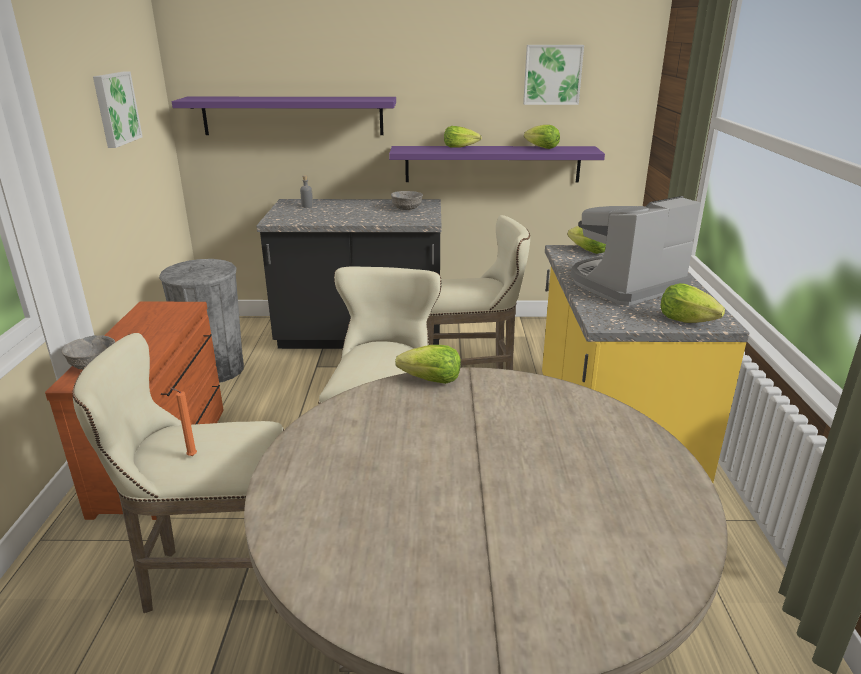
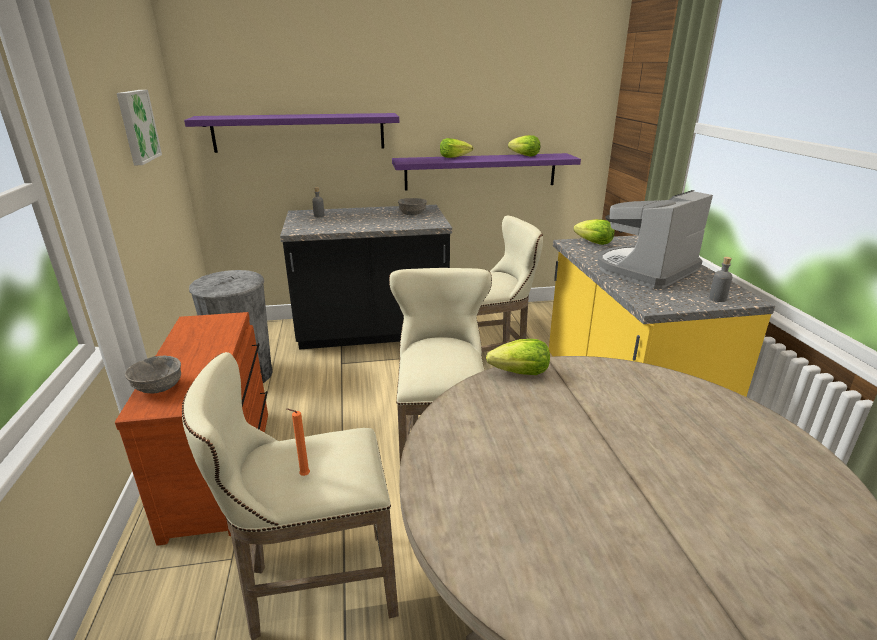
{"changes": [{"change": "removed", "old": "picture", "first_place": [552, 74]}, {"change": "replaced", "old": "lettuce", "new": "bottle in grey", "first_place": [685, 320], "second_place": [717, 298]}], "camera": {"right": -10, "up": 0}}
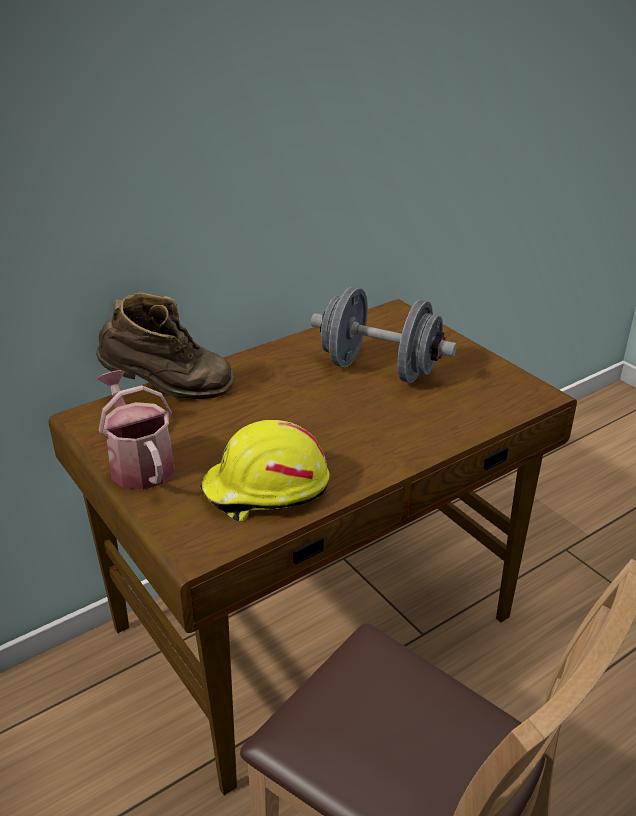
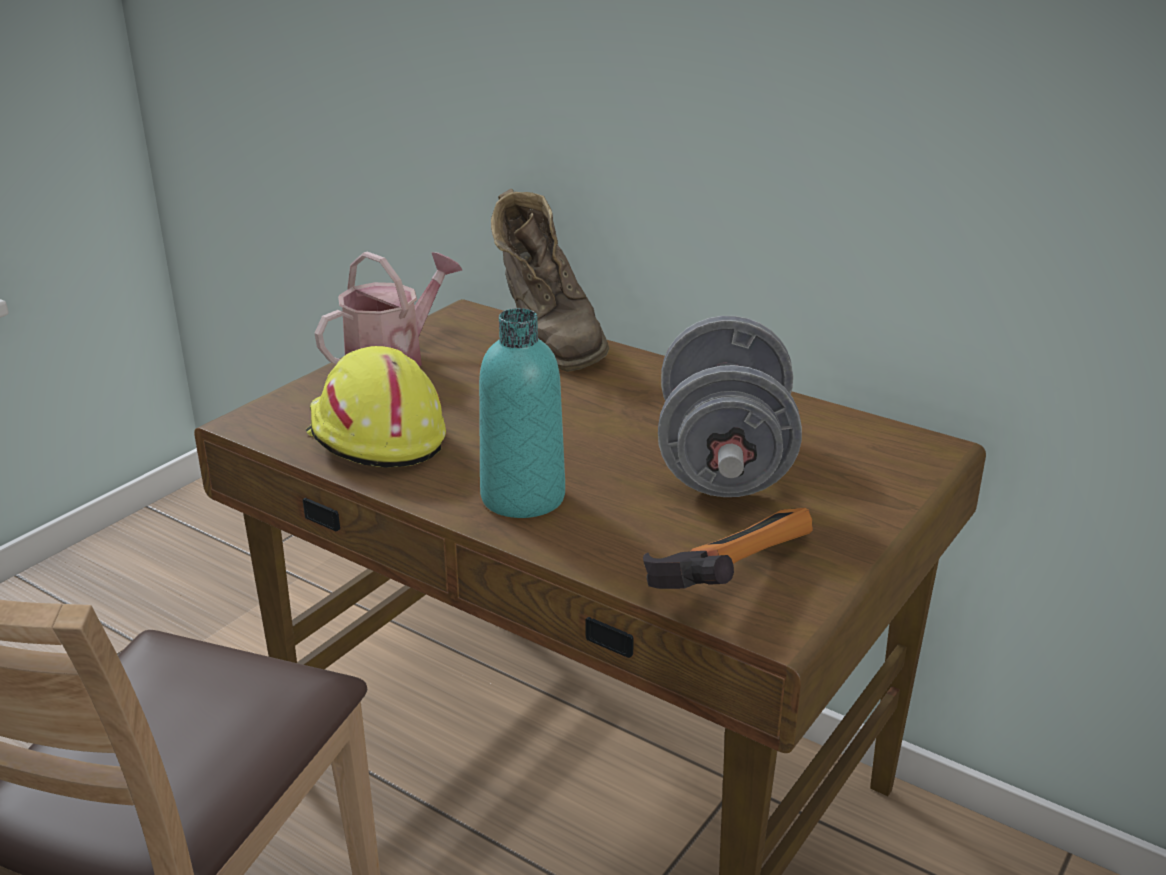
{"changes": [{"change": "added", "new": "bottle in turquoise", "second_place": [523, 497]}, {"change": "added", "new": "hammer", "second_place": [723, 577]}], "camera": {"right": 70, "up": -5}}
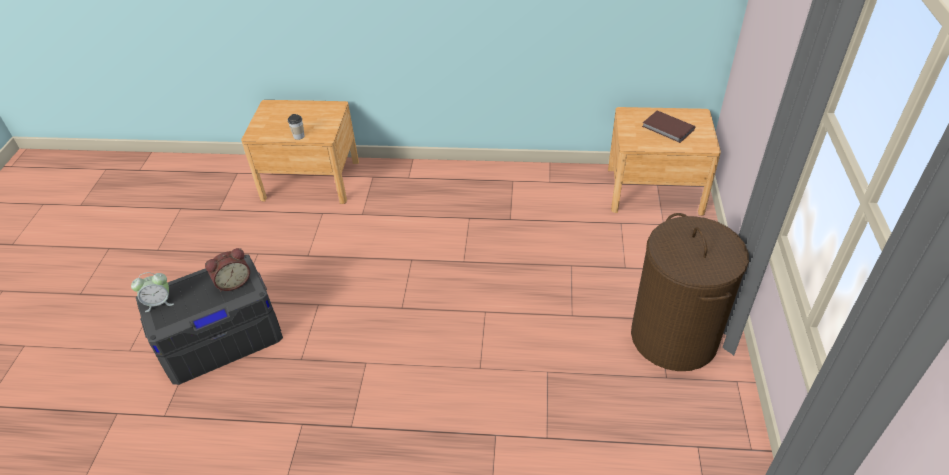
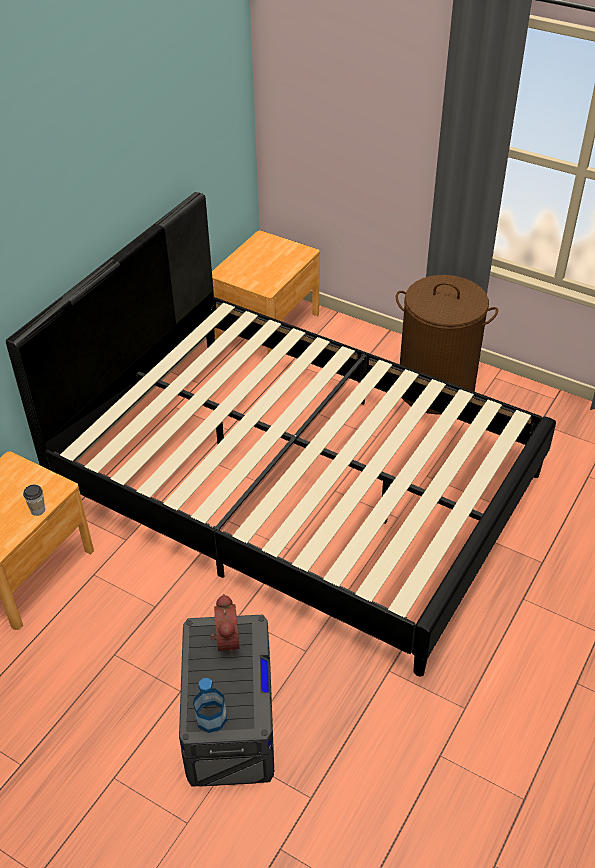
{"changes": [{"change": "replaced", "old": "alarm clock", "new": "bottle", "first_place": [159, 302], "second_place": [211, 718]}, {"change": "removed", "old": "book in brown", "first_place": [668, 129]}, {"change": "added", "new": "bed in black", "second_place": [298, 483]}], "camera": {"right": -65, "up": 0}}
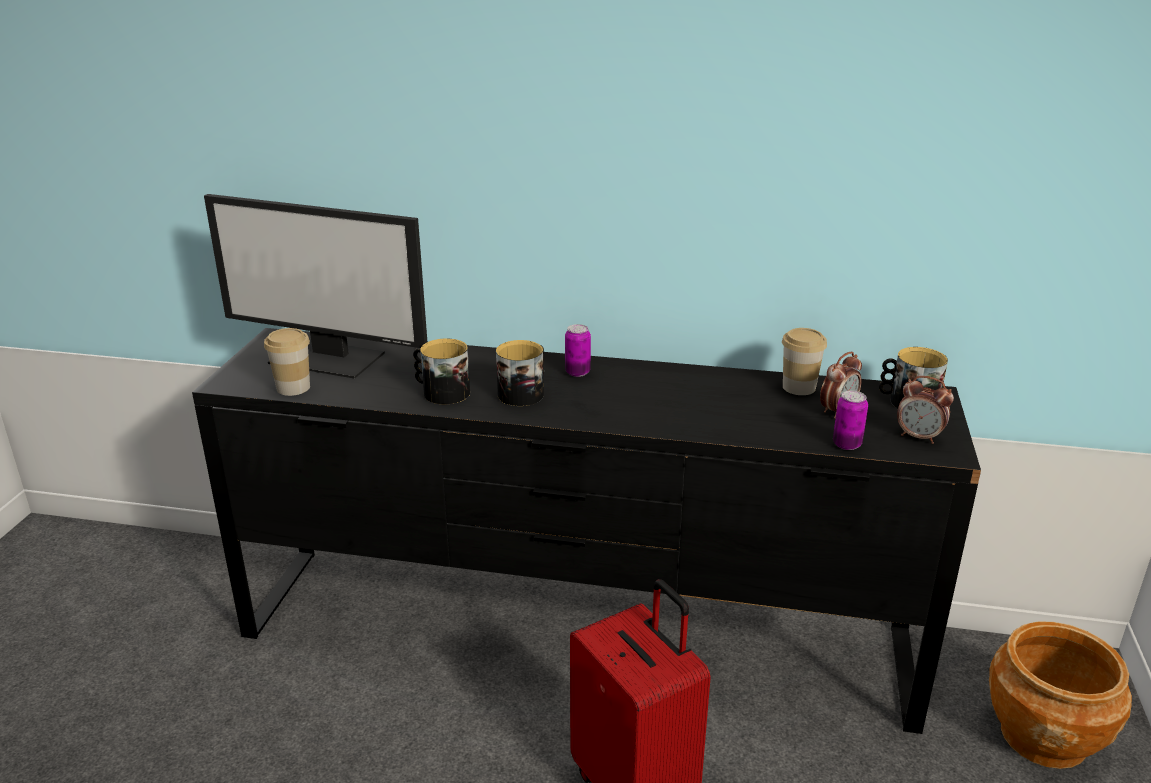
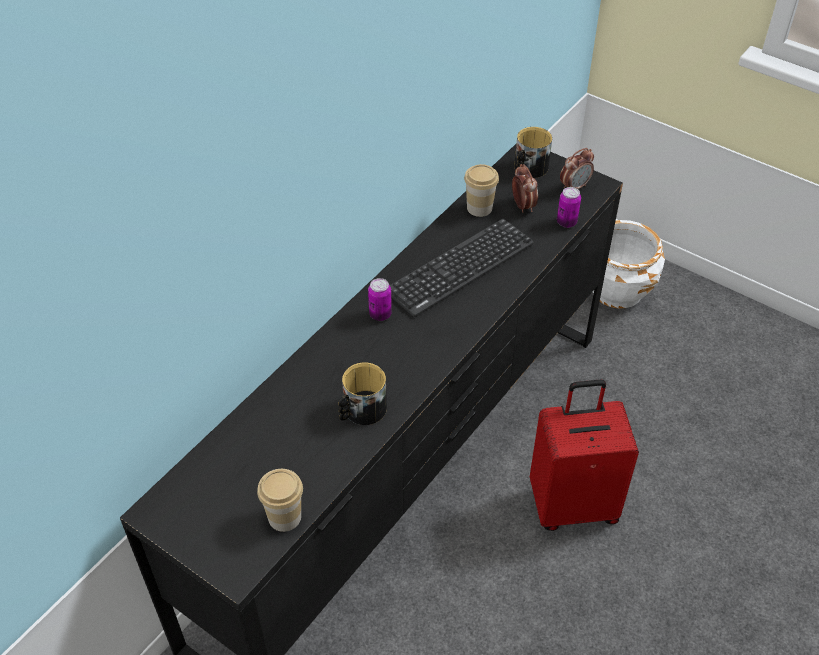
{"changes": [{"change": "removed", "old": "monitor", "first_place": [329, 357]}, {"change": "removed", "old": "mug", "first_place": [524, 392]}, {"change": "recoloured", "old": "planter in brown", "new": "planter in white", "first_place": [1042, 736], "second_place": [617, 290]}, {"change": "added", "new": "keyboard", "second_place": [460, 267]}], "camera": {"right": -65, "up": 20}}
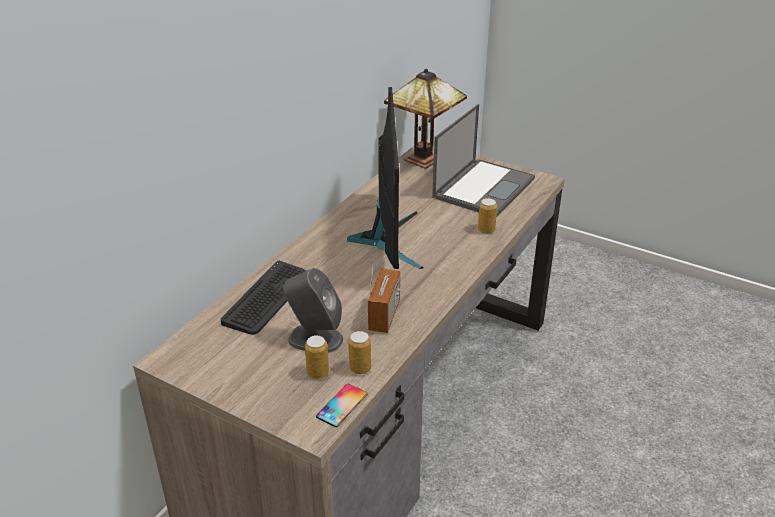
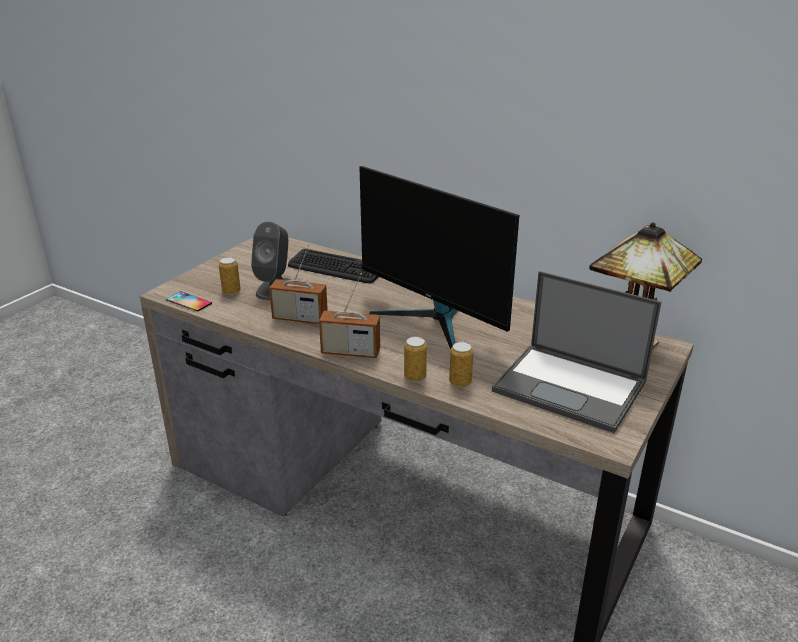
{"changes": [{"change": "turned", "old": "monitor", "first_place": [388, 239], "second_place": [433, 320], "degrees": 45}, {"change": "moved", "old": "can", "first_place": [360, 368], "second_place": [415, 377]}, {"change": "added", "new": "radio", "second_place": [350, 352]}], "camera": {"right": 90, "up": -5}}
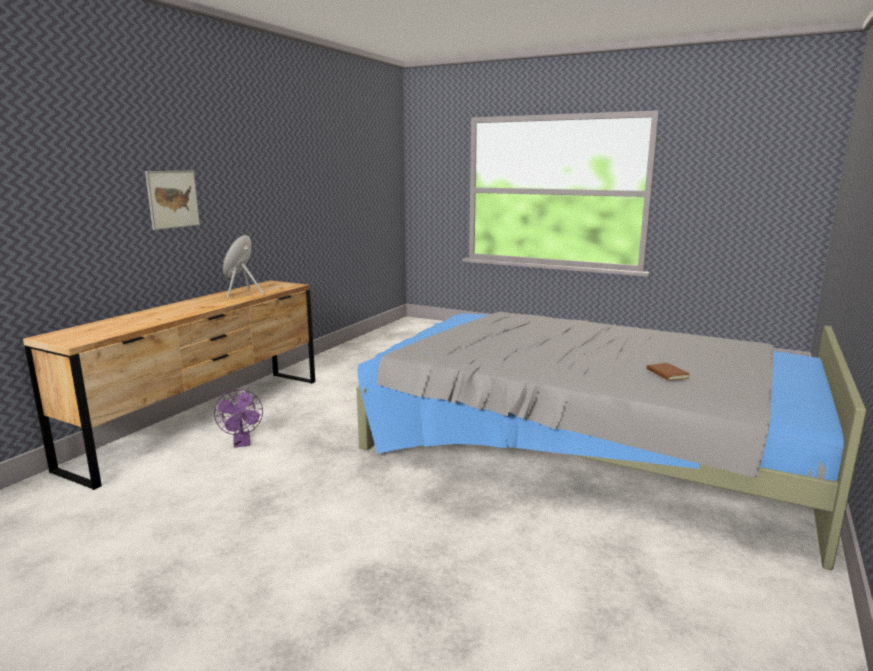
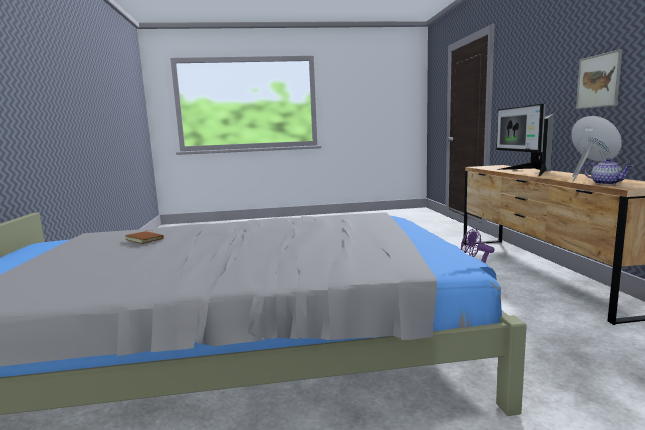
{"changes": [{"change": "added", "new": "monitor", "second_place": [526, 172]}, {"change": "added", "new": "teapot", "second_place": [606, 183]}], "camera": {"right": 145, "up": -5}}
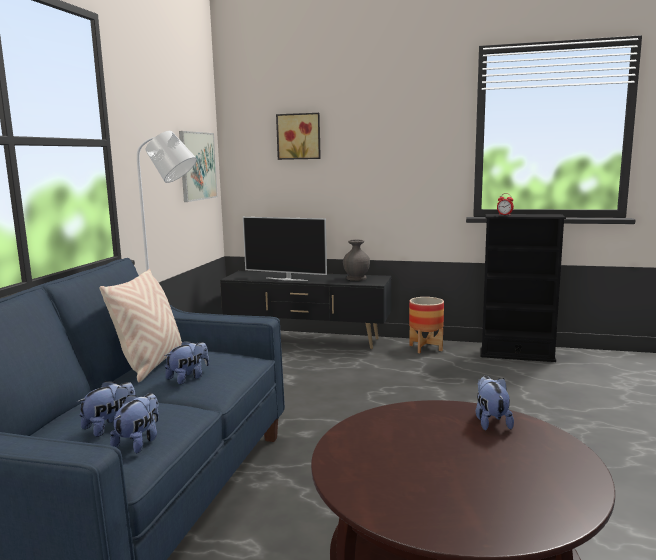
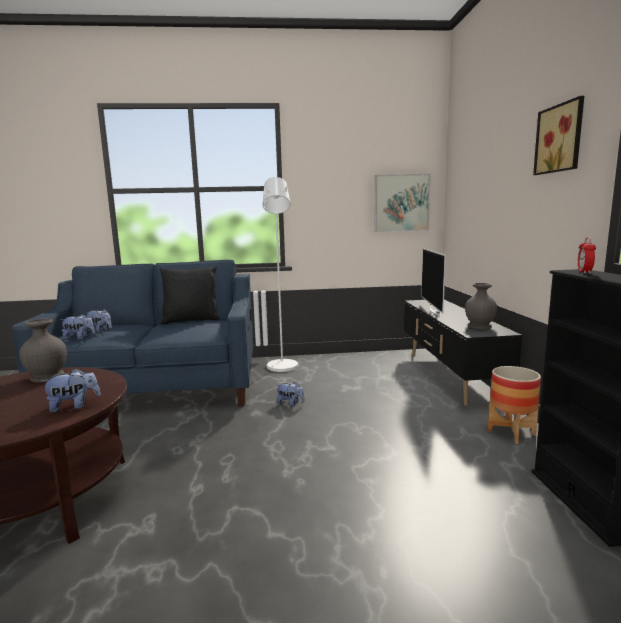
{"changes": [{"change": "recoloured", "old": "pillow in beige", "new": "pillow in black", "first_place": [151, 364], "second_place": [191, 321]}, {"change": "moved", "old": "plush toy", "first_place": [188, 378], "second_place": [290, 404]}, {"change": "moved", "old": "picture", "first_place": [299, 136], "second_place": [561, 138]}, {"change": "added", "new": "vase in grey", "second_place": [46, 377]}], "camera": {"right": 70, "up": 0}}
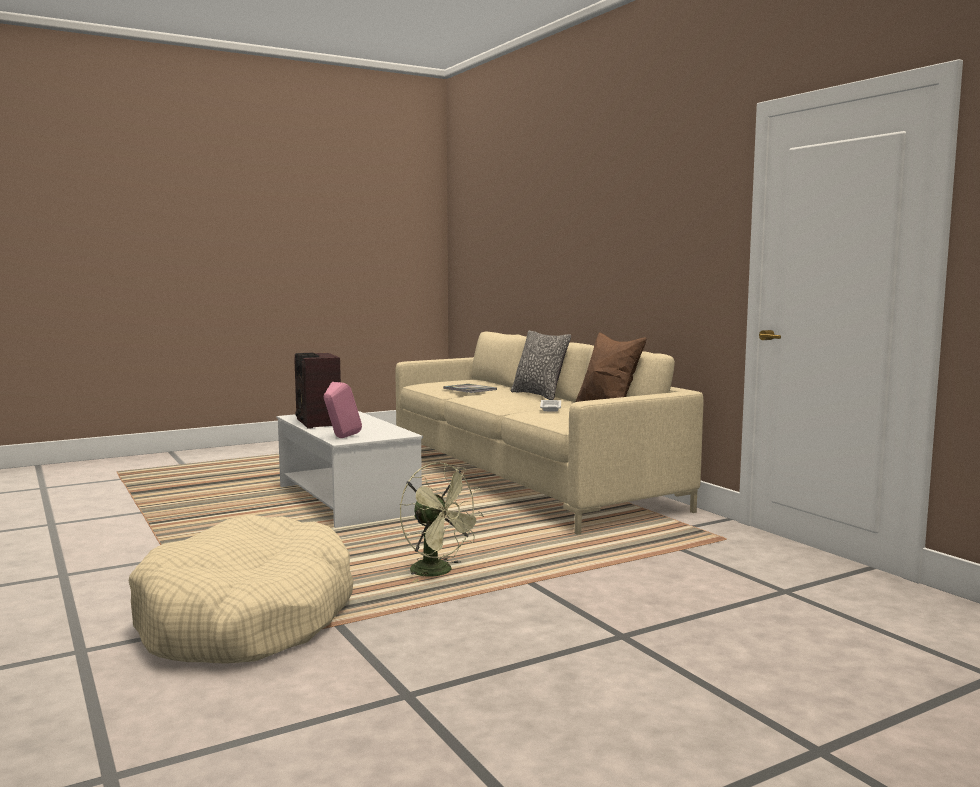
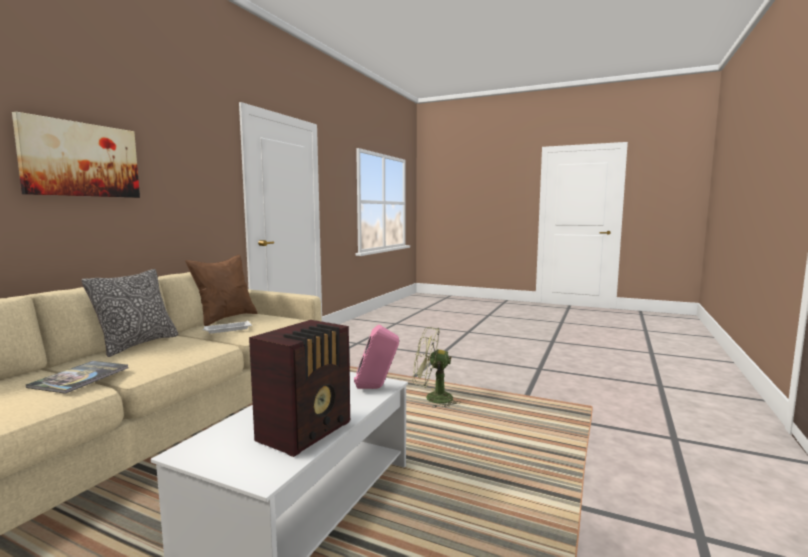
{"changes": [{"change": "removed", "old": "dog bed in beige", "first_place": [246, 619]}, {"change": "turned", "old": "fan in green", "first_place": [439, 572], "second_place": [432, 398], "degrees": -90}, {"change": "added", "new": "picture", "second_place": [81, 160]}], "camera": {"right": -125, "up": 0}}
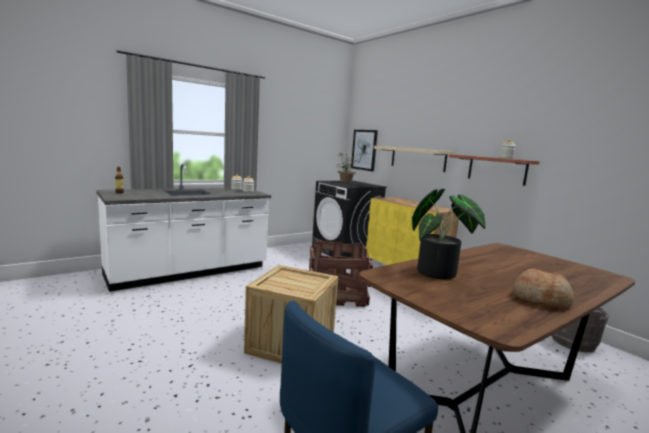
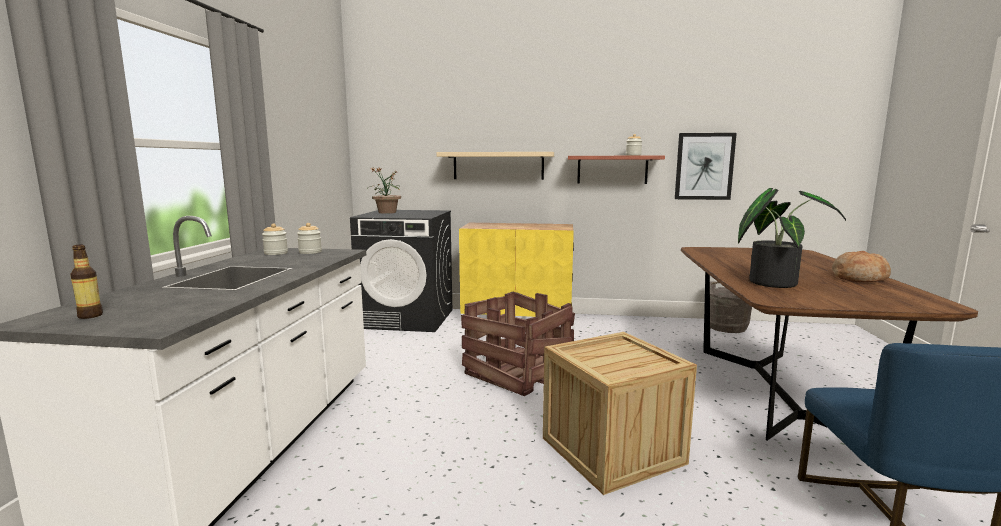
{"changes": [{"change": "moved", "old": "picture", "first_place": [364, 150], "second_place": [704, 166]}], "camera": {"right": -45, "up": 0}}
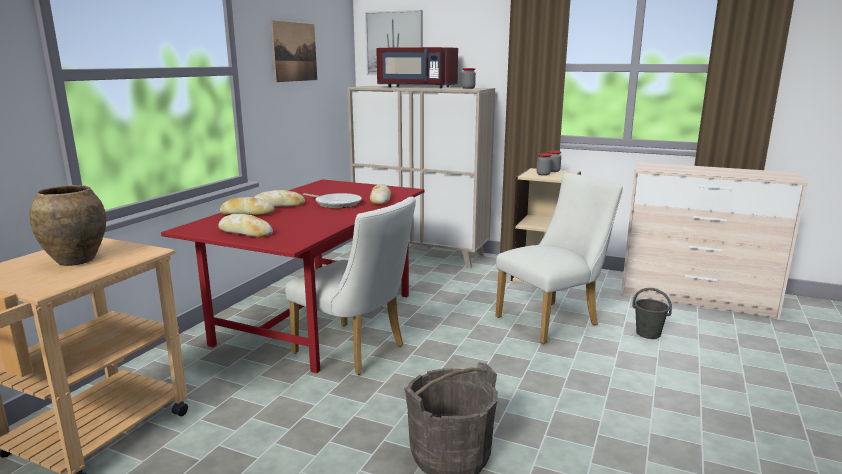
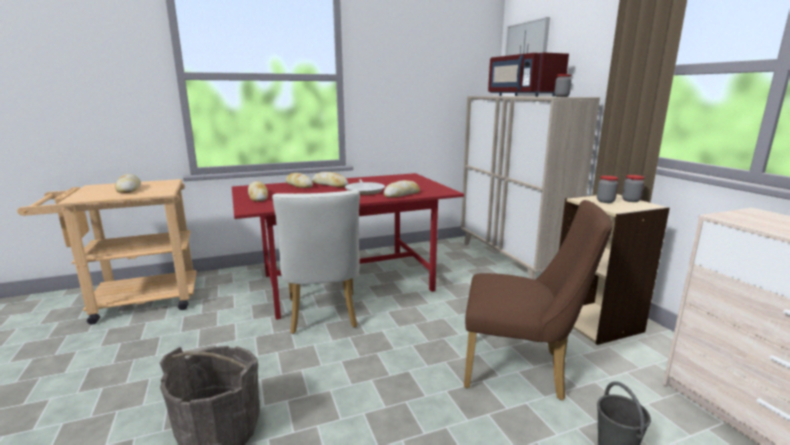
{"changes": [{"change": "replaced", "old": "vase in brown", "new": "bread", "first_place": [75, 261], "second_place": [129, 189]}, {"change": "removed", "old": "picture", "first_place": [295, 52]}, {"change": "recoloured", "old": "chair in white", "new": "chair in brown", "first_place": [553, 320], "second_place": [522, 370]}], "camera": {"right": 45, "up": 0}}
